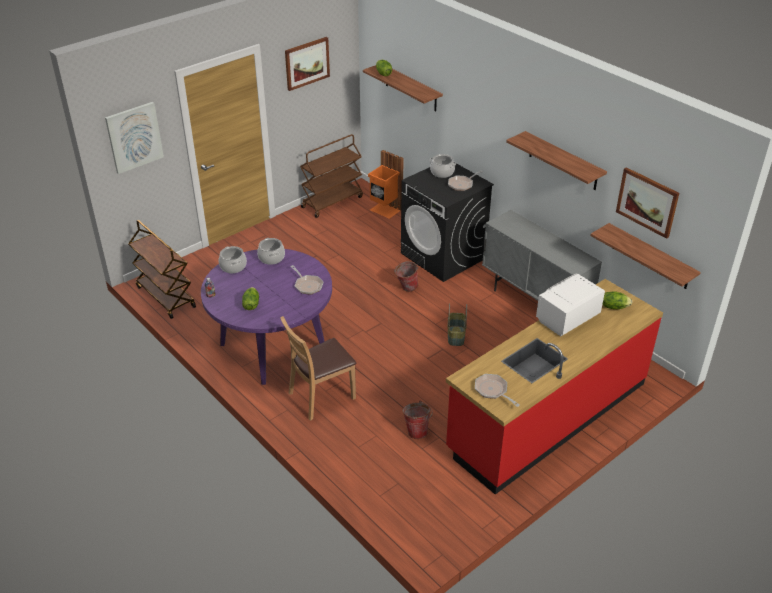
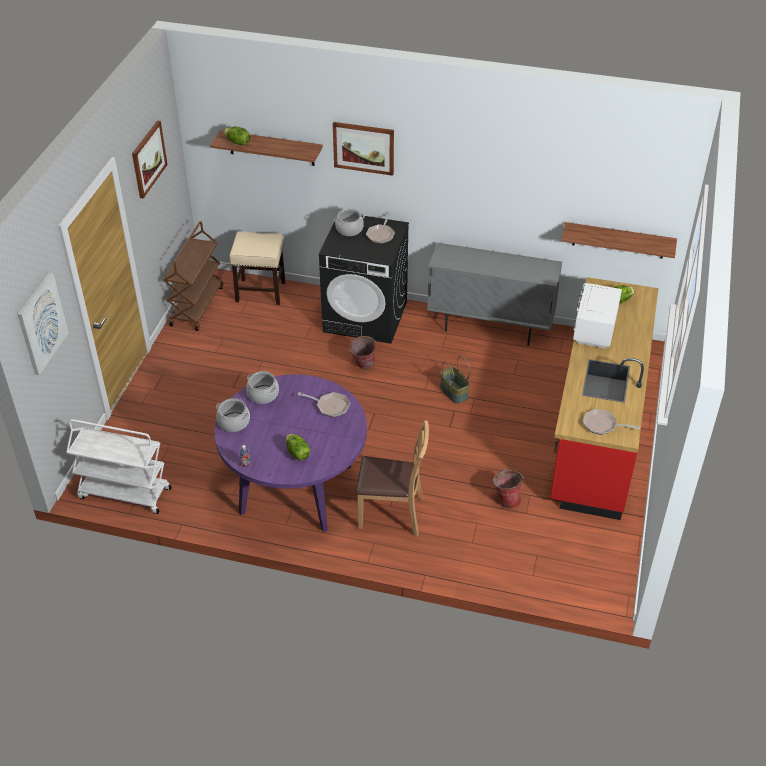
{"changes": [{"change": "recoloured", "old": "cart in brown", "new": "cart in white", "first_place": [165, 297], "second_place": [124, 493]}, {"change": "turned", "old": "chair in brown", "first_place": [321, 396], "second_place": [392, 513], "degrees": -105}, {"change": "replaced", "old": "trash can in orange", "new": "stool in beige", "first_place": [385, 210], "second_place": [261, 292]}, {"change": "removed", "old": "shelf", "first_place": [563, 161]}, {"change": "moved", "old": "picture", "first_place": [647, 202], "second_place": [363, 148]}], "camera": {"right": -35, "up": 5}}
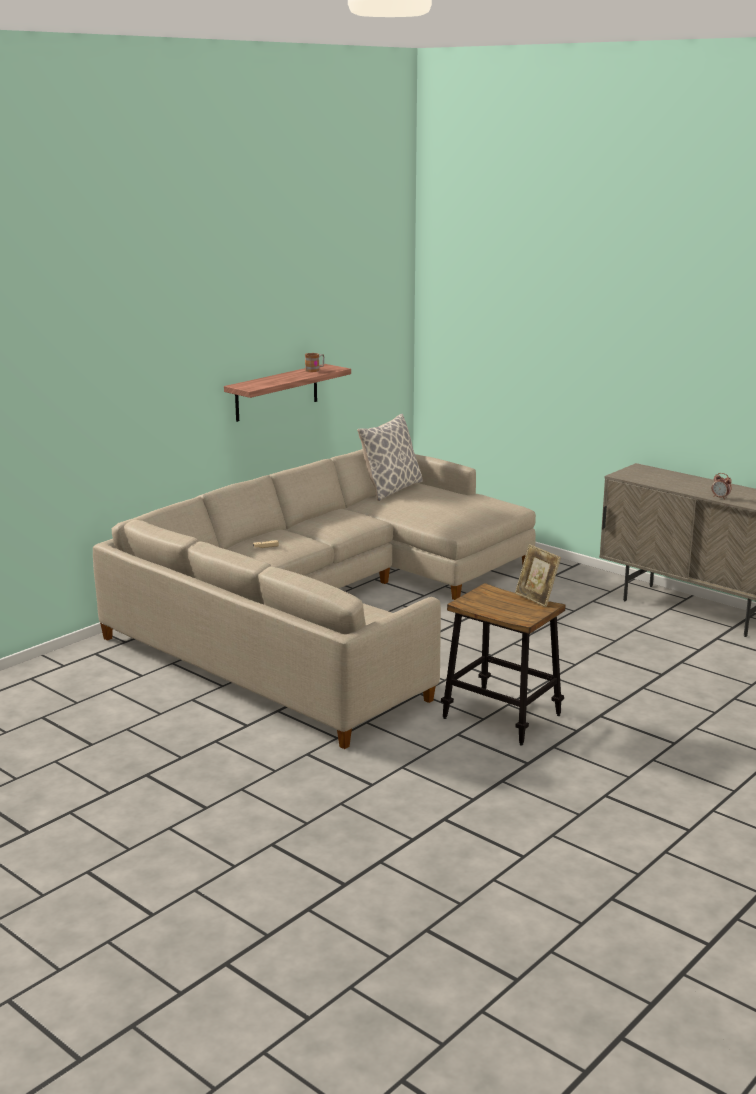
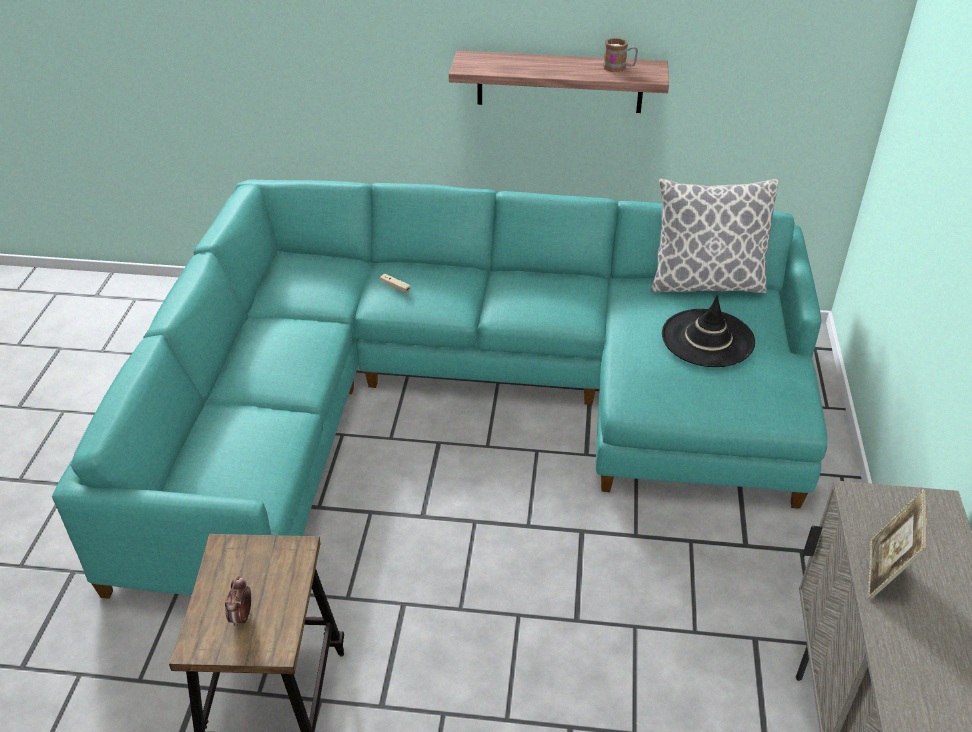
{"changes": [{"change": "recoloured", "old": "sofa in beige", "new": "sofa in turquoise", "first_place": [328, 611], "second_place": [459, 399]}, {"change": "moved", "old": "picture frame", "first_place": [536, 598], "second_place": [884, 573]}, {"change": "moved", "old": "alarm clock", "first_place": [720, 497], "second_place": [242, 617]}, {"change": "added", "new": "hat in black", "second_place": [707, 338]}], "camera": {"right": 55, "up": 20}}
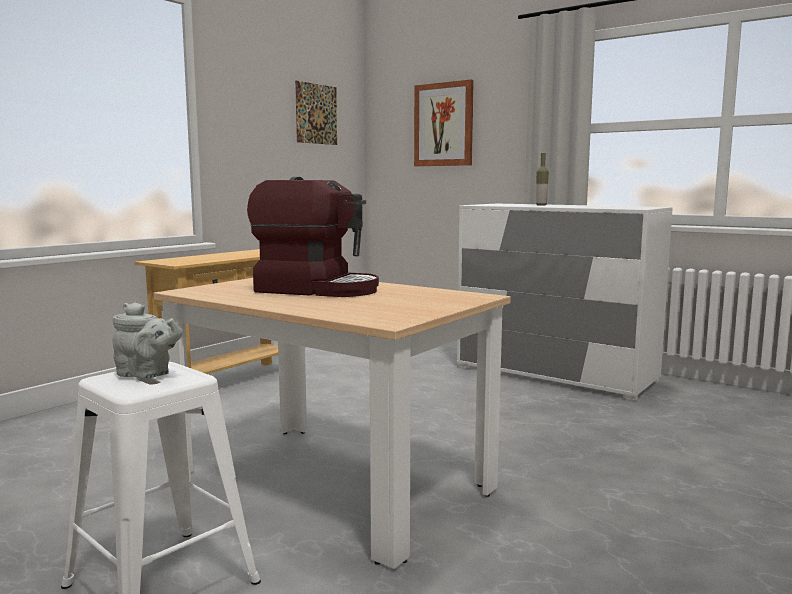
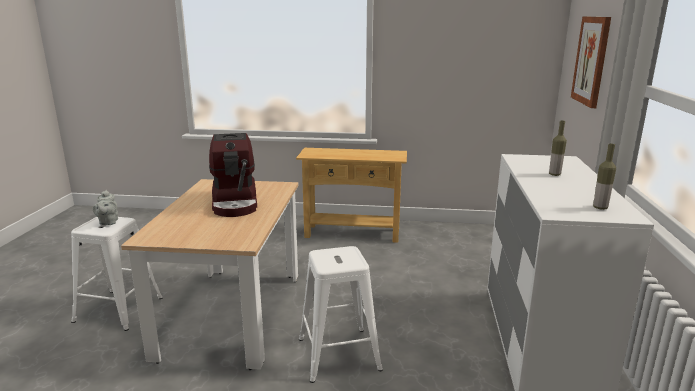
{"changes": [{"change": "removed", "old": "picture", "first_place": [316, 114]}, {"change": "added", "new": "stool in white", "second_place": [340, 354]}, {"change": "added", "new": "bottle", "second_place": [600, 208]}], "camera": {"right": 60, "up": 10}}
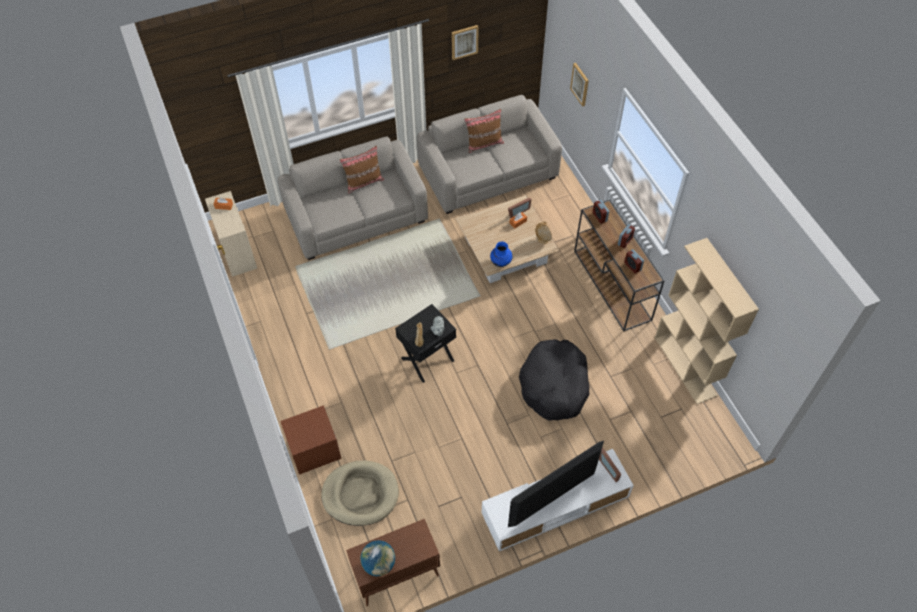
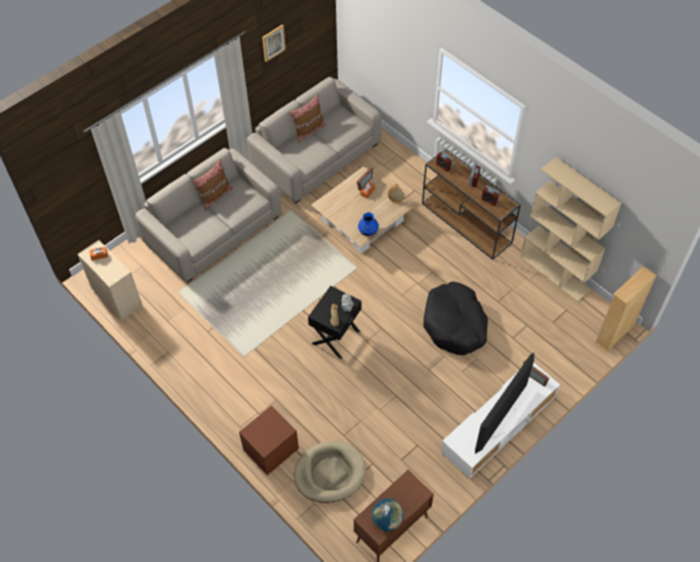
{"changes": [{"change": "removed", "old": "picture", "first_place": [580, 84]}, {"change": "added", "new": "bookcase in beige", "second_place": [614, 334]}], "camera": {"right": -20, "up": 0}}
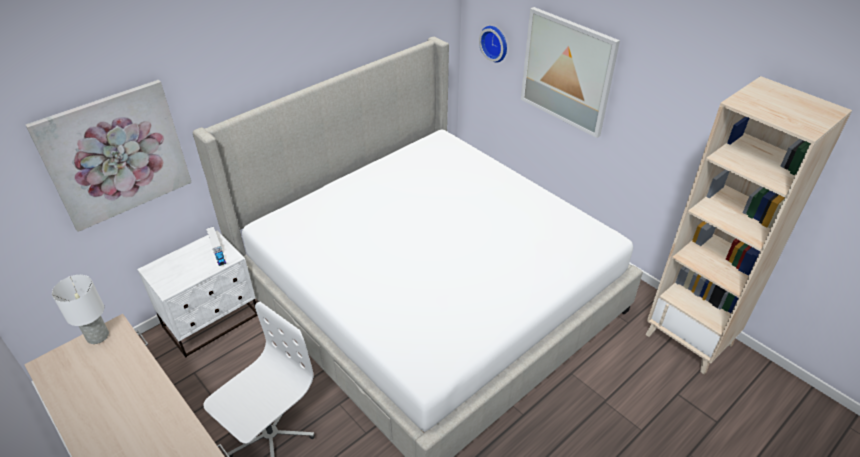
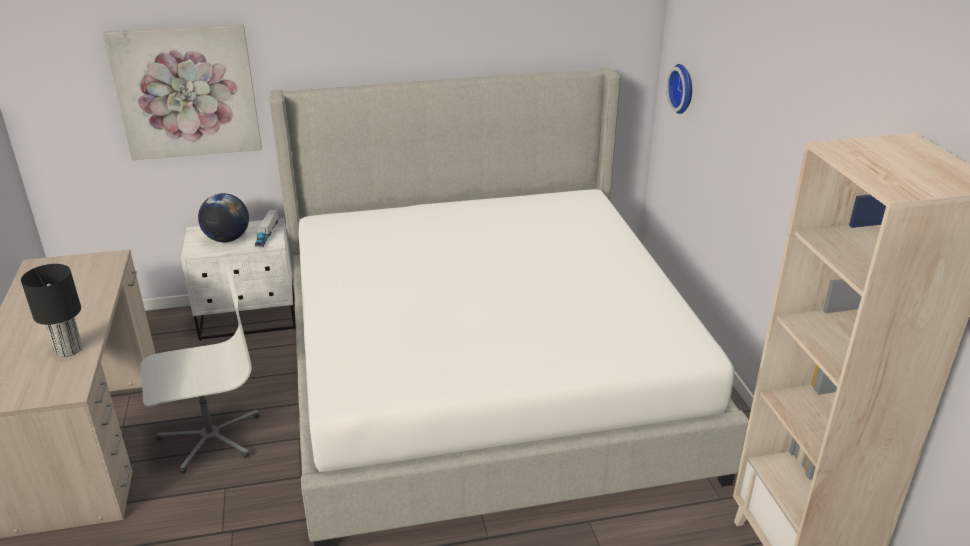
{"changes": [{"change": "removed", "old": "table lamp in white", "first_place": [98, 335]}, {"change": "removed", "old": "picture", "first_place": [567, 71]}, {"change": "added", "new": "table lamp in black", "second_place": [68, 349]}, {"change": "added", "new": "globe", "second_place": [227, 239]}], "camera": {"right": 30, "up": -10}}
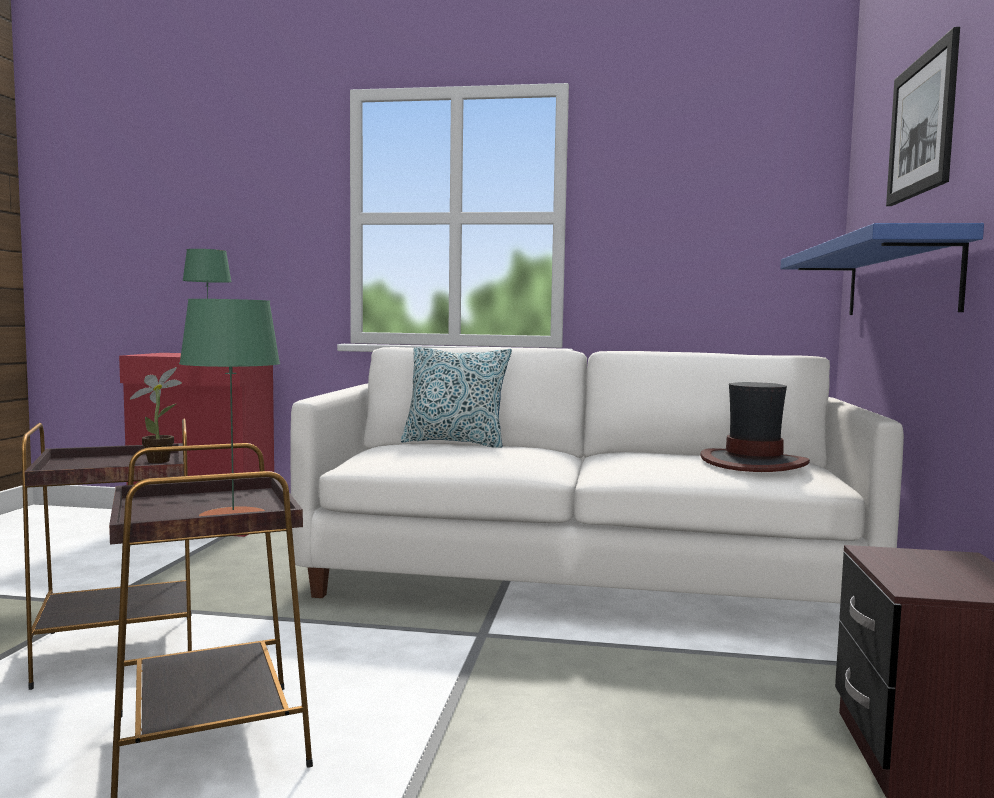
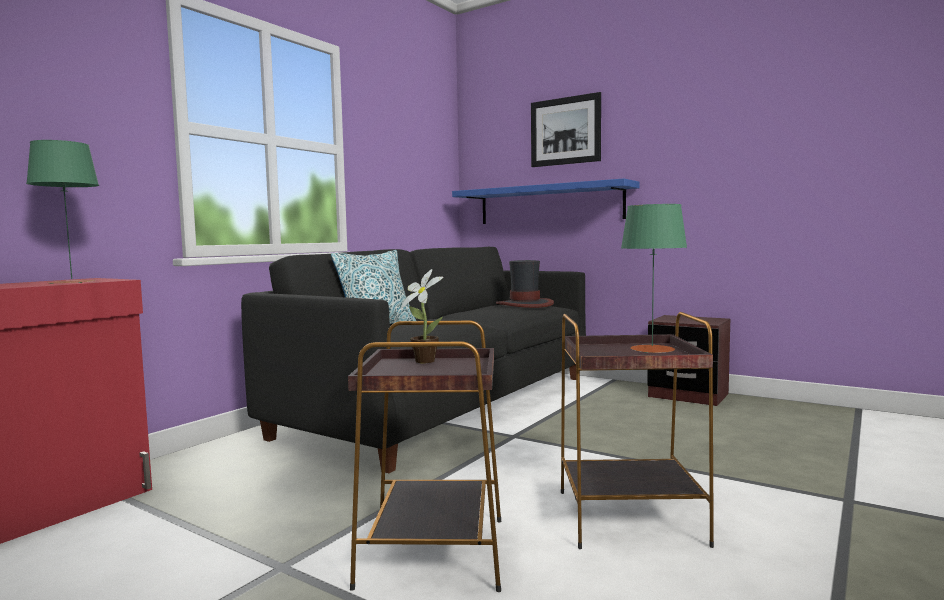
{"changes": [{"change": "recoloured", "old": "sofa in white", "new": "sofa in black", "first_place": [580, 579], "second_place": [446, 404]}], "camera": {"right": -65, "up": 0}}
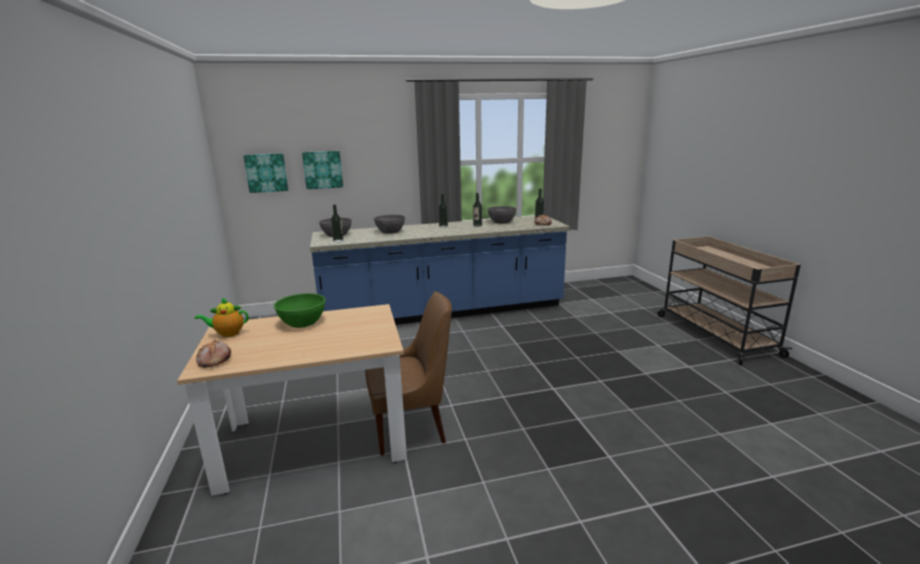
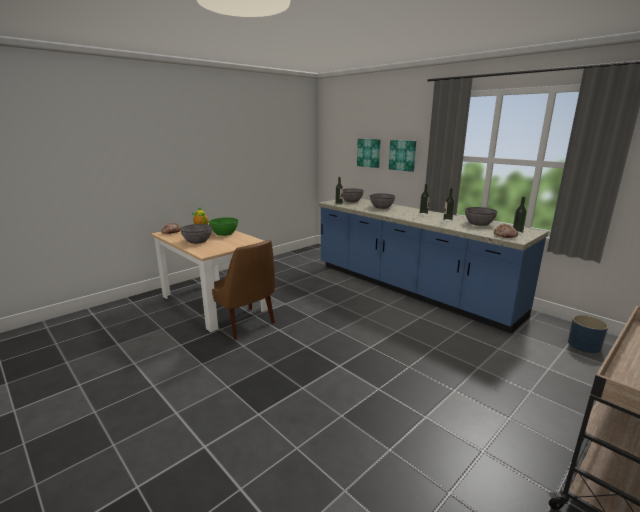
{"changes": [{"change": "moved", "old": "picture", "first_place": [266, 172], "second_place": [402, 155]}, {"change": "added", "new": "bowl in grey", "second_place": [197, 241]}, {"change": "added", "new": "planter in blue", "second_place": [584, 345]}], "camera": {"right": 60, "up": 0}}
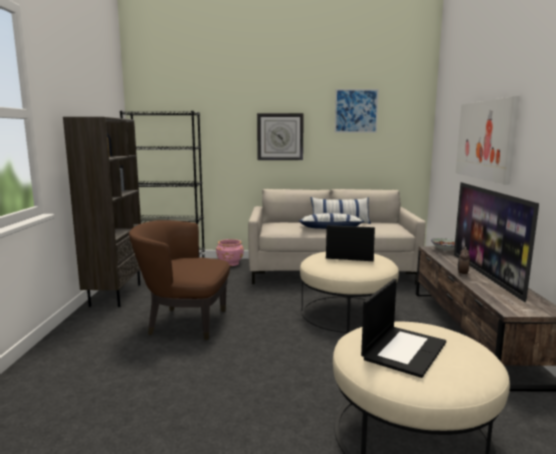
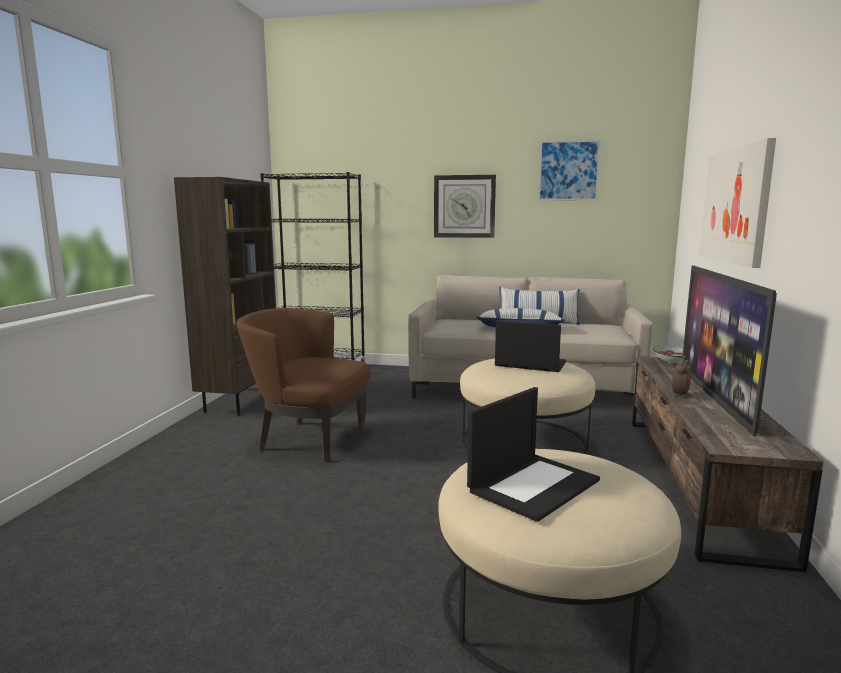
{"changes": [{"change": "removed", "old": "planter in pink", "first_place": [230, 263]}], "camera": {"right": 10, "up": 0}}
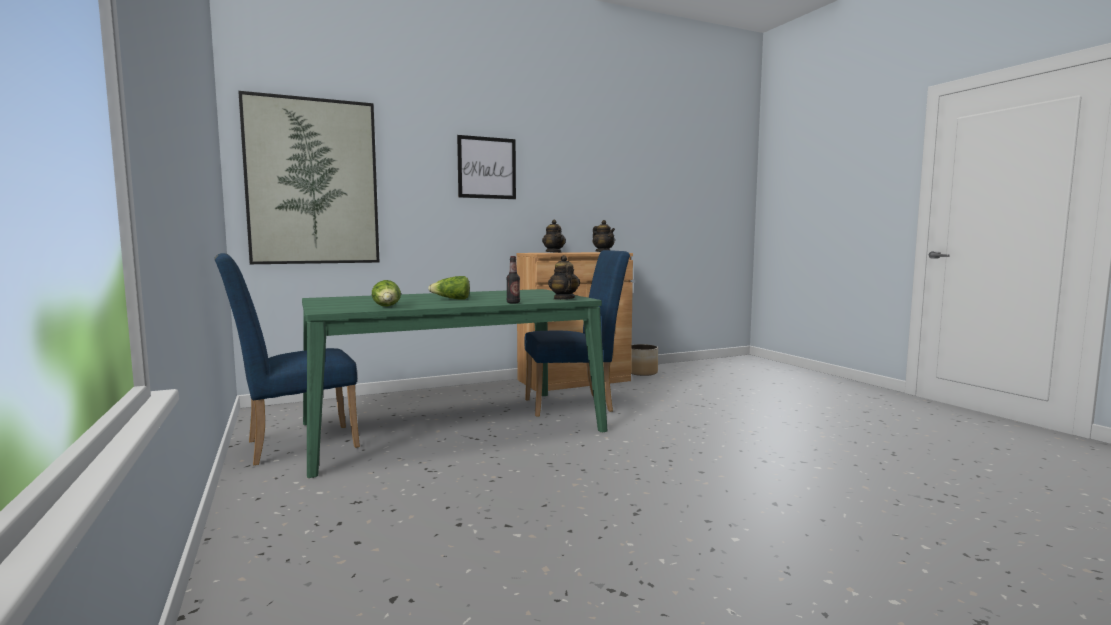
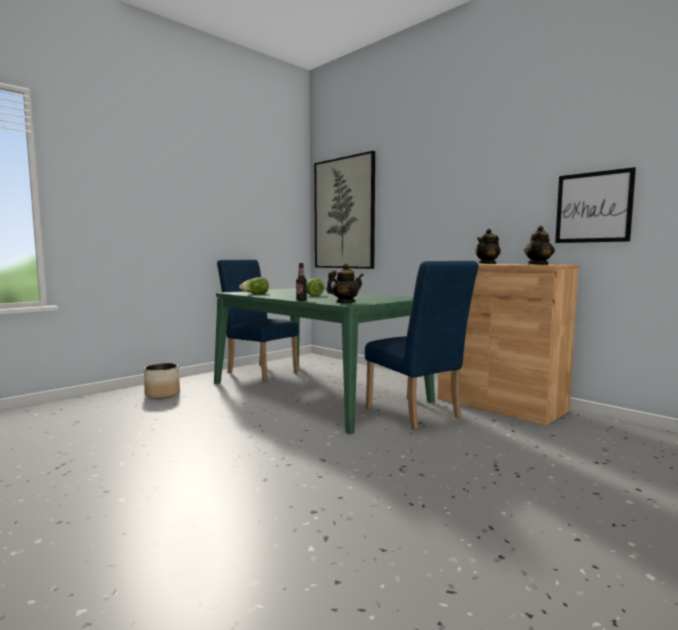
{"changes": [{"change": "moved", "old": "picture", "first_place": [487, 168], "second_place": [593, 207]}, {"change": "moved", "old": "planter", "first_place": [642, 372], "second_place": [163, 394]}], "camera": {"right": 70, "up": 0}}
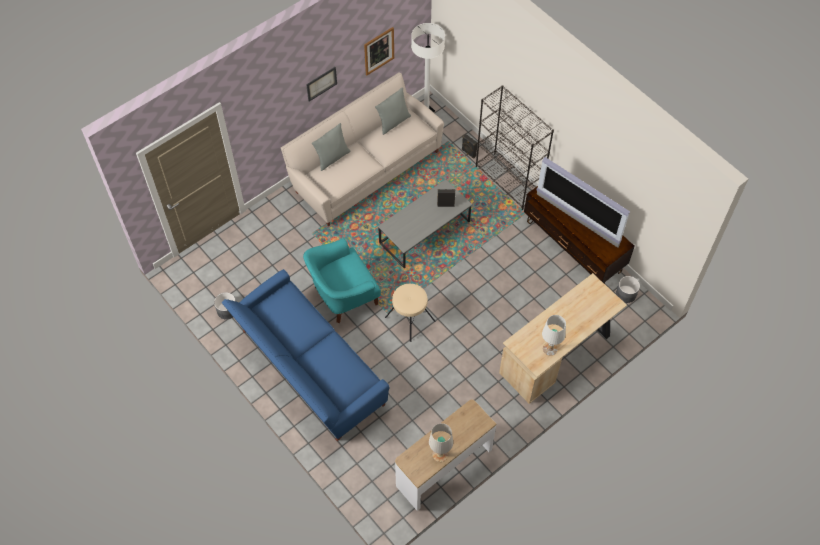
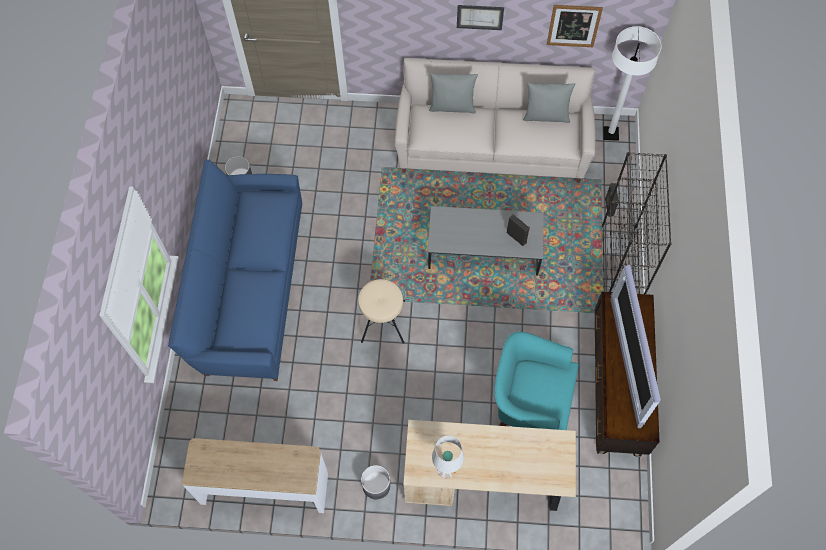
{"changes": [{"change": "moved", "old": "armchair in turquoise", "first_place": [343, 296], "second_place": [529, 403]}, {"change": "removed", "old": "table lamp in white", "first_place": [440, 454]}, {"change": "moved", "old": "planter in grey", "first_place": [626, 294], "second_place": [376, 485]}], "camera": {"right": 45, "up": 5}}
